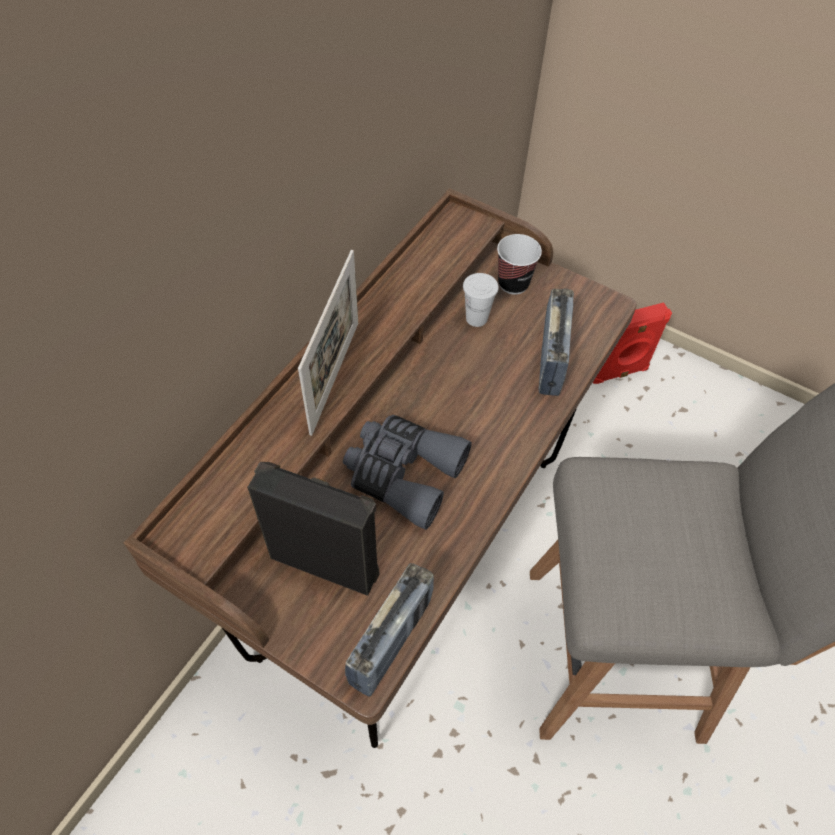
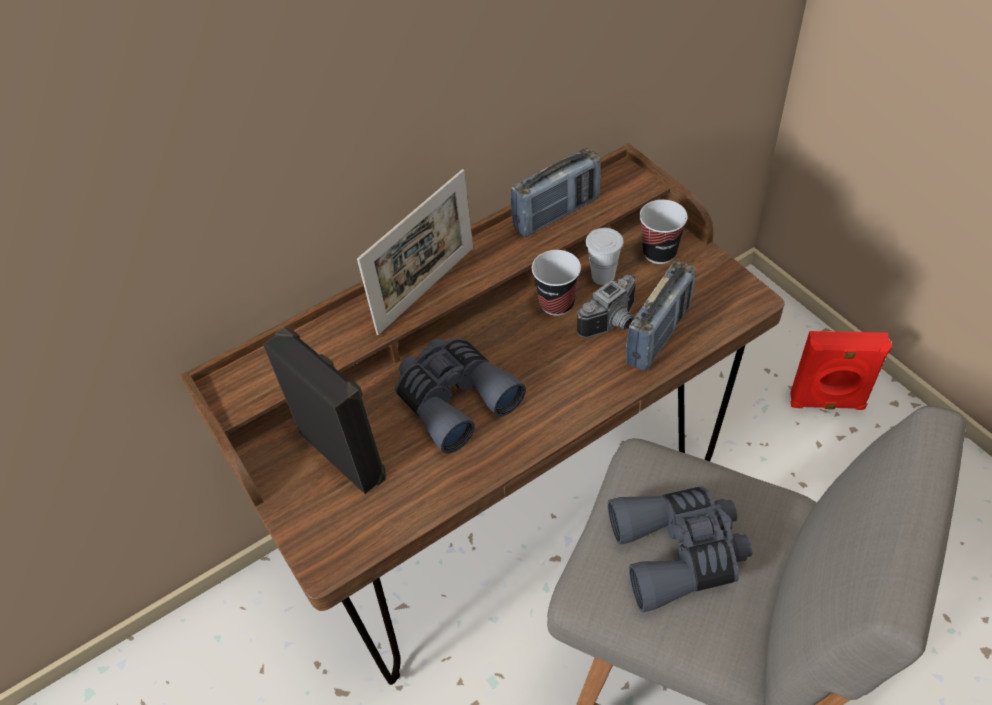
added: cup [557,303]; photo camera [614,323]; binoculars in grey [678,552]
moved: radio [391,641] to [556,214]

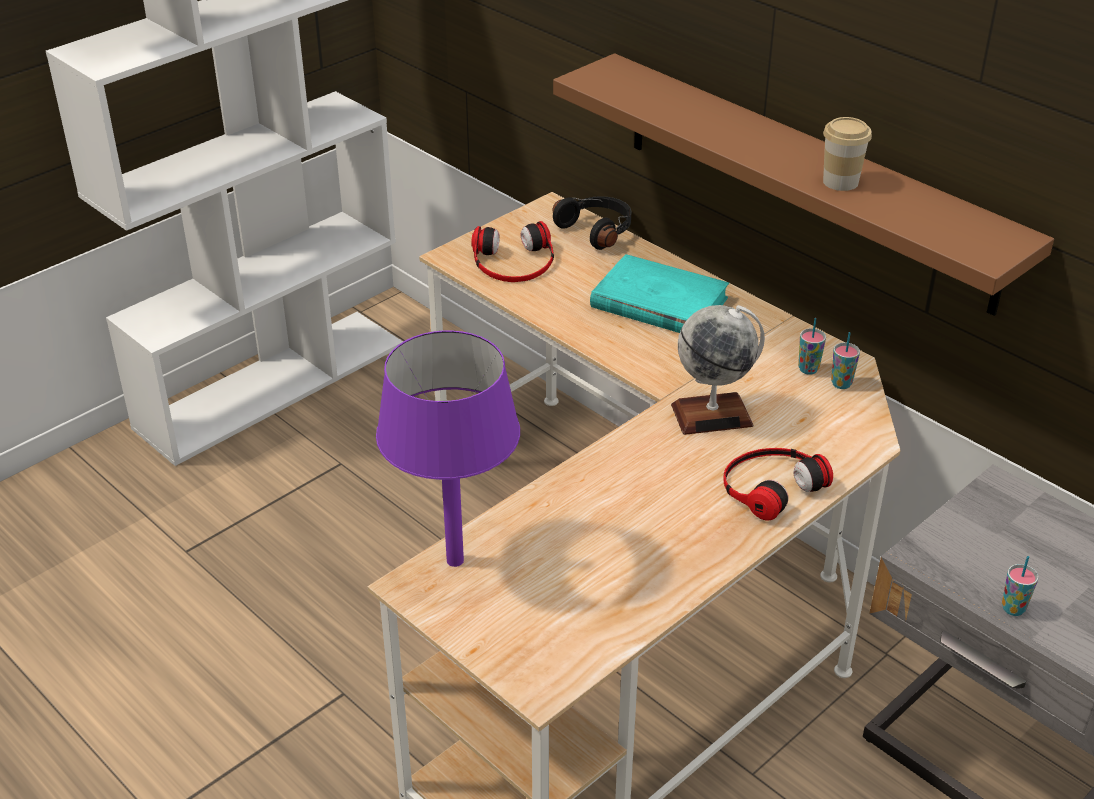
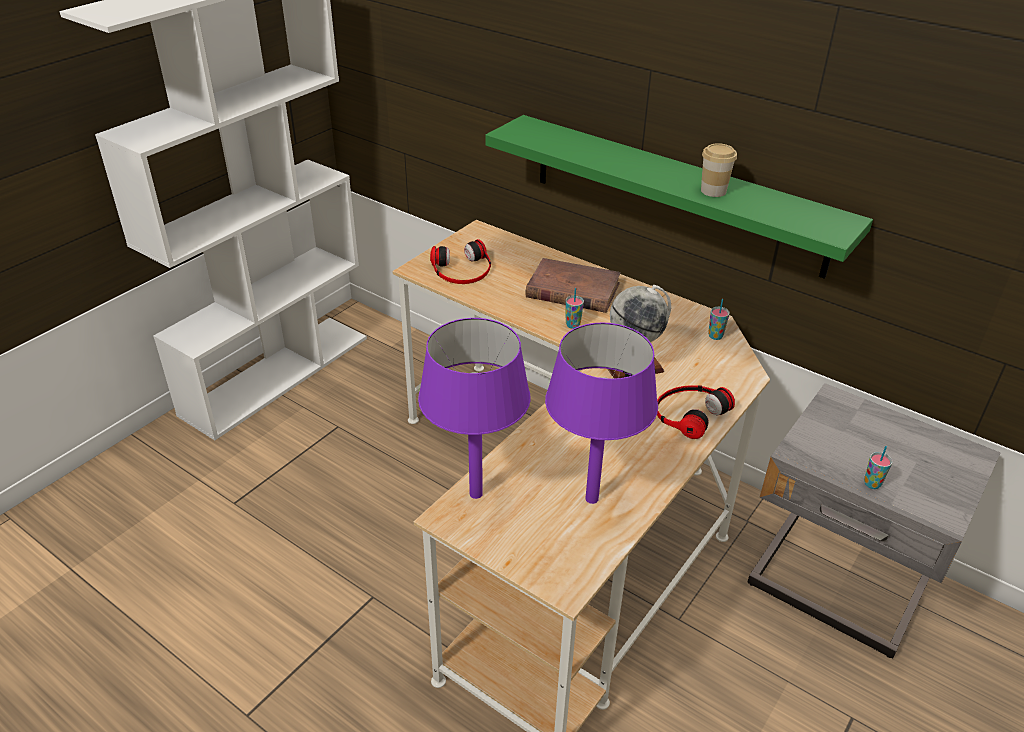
removed: headphones in black [597,230]
added: table lamp in purple [591,498]
moved: cup [808,369] to [573,325]
recoloured: shelf in brown [805,180] to shelf in green [676,194]; book in turquoise [658,303] to book in brown [572,290]

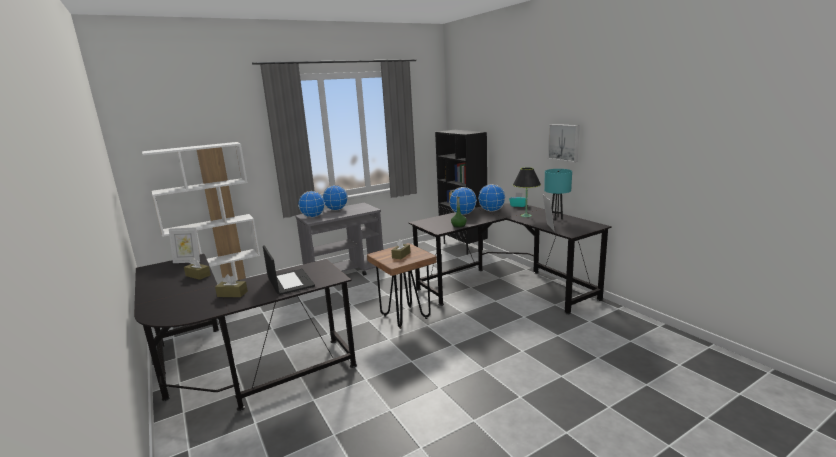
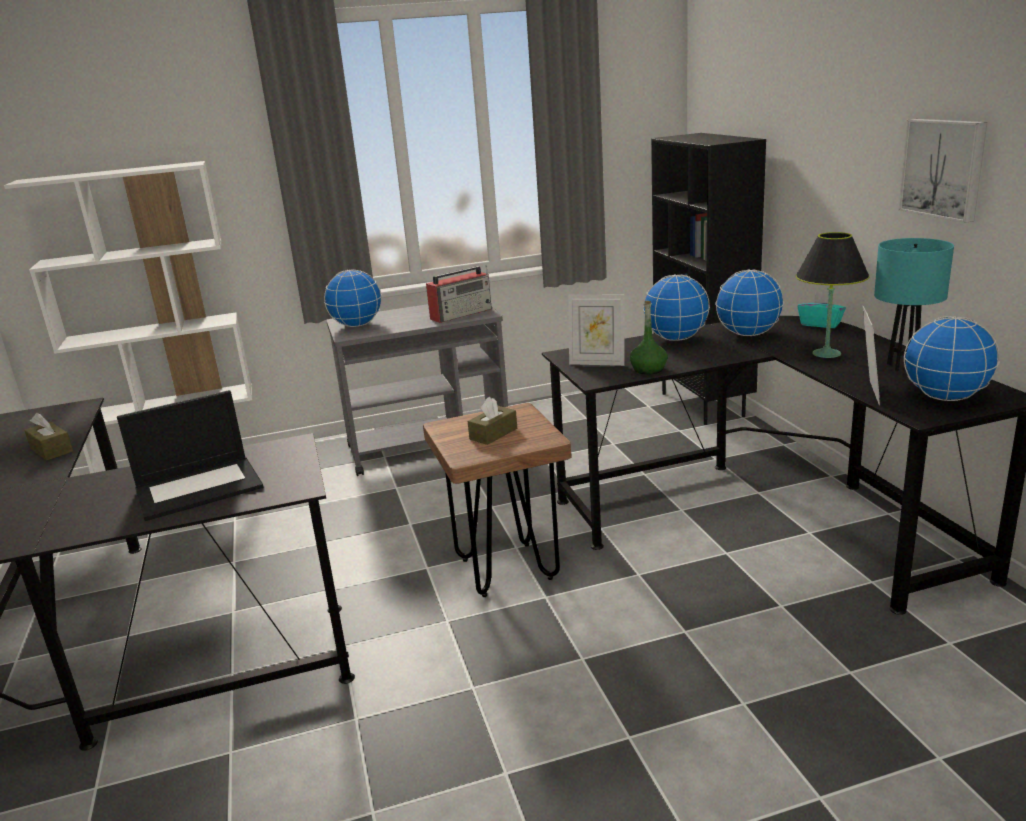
removed: tissue box in brown [232,294]
added: radio [462,314]
moved: picture frame [188,261] to [597,363]; globe [336,210] to [945,398]
turned: laptop [290,282] = [200,487] 75 degrees clockwise

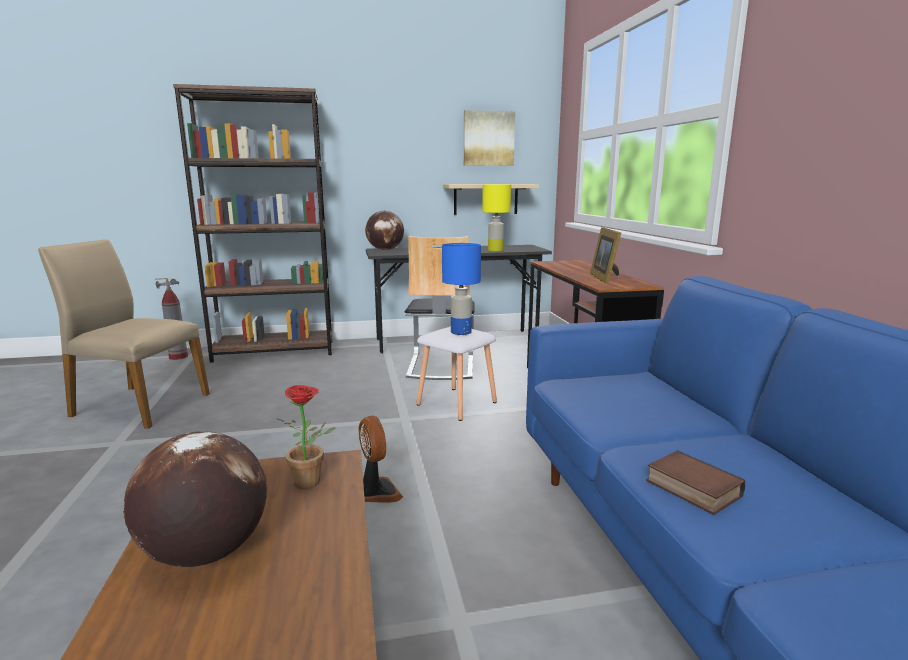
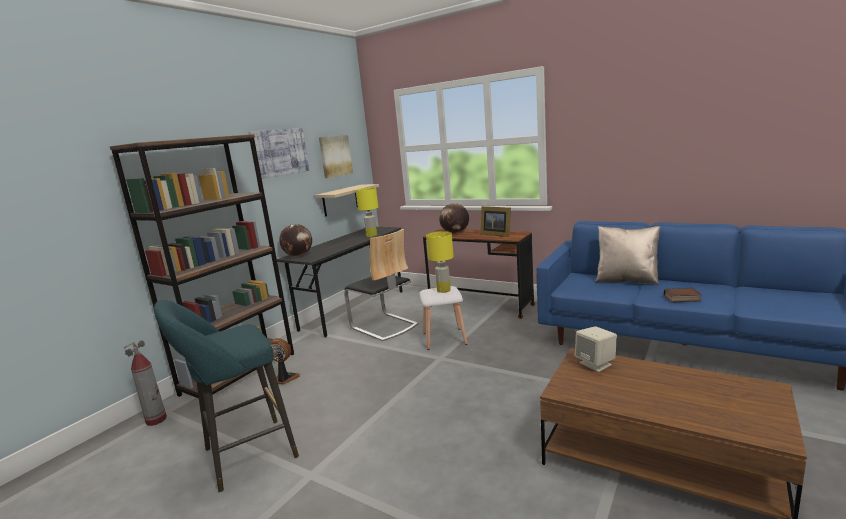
added: picture [279,152]; pillow in beige [626,280]
moved: globe [206,552] to [455,233]; fan [377,493] to [285,379]
replaced: chair in beige [139,405] to stool in turquoise [244,455]; potted plant [312,482] to speaker in beige [596,364]
recoloured: table lamp in blue [460,332] to table lamp in yellow [443,290]

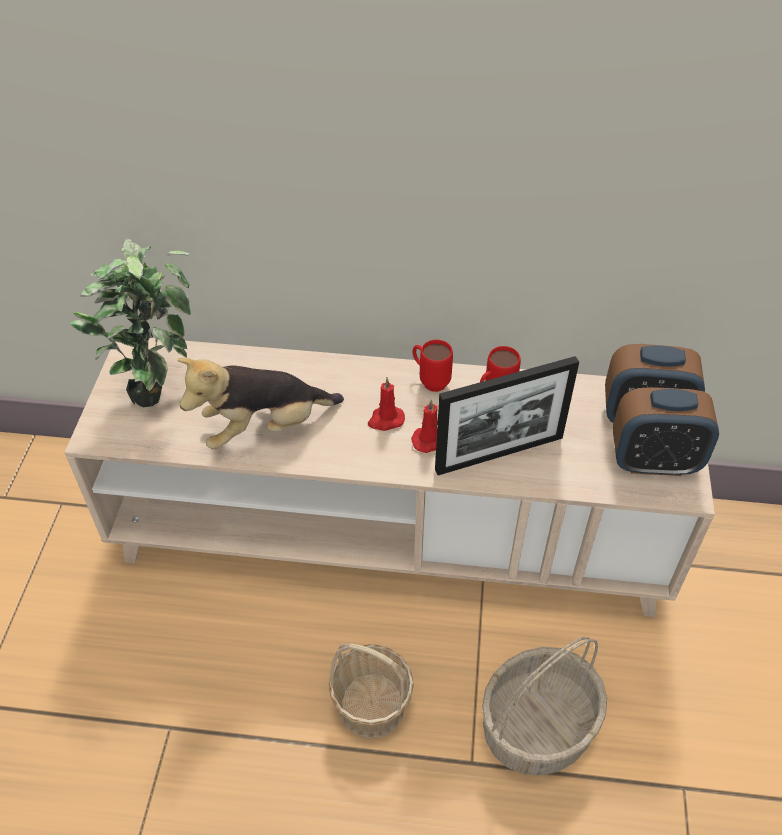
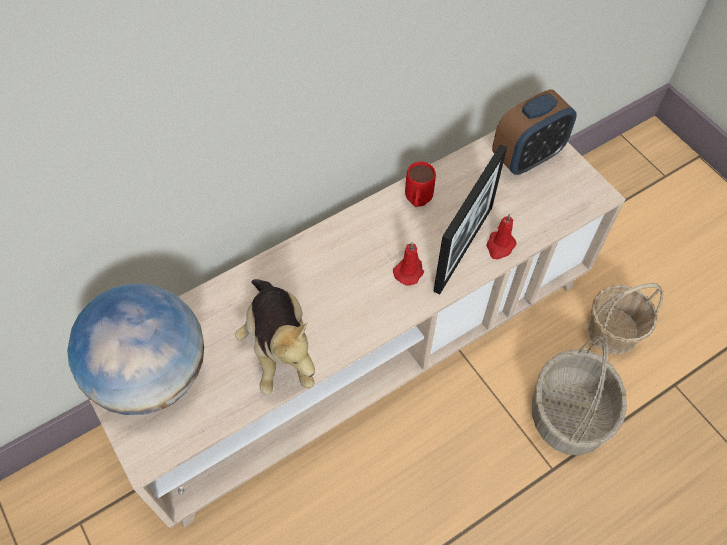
removed: mug in red [429,380]; alarm clock [654,461]
moved: basket [371,705] to [612,331]; candle in red [385,420] to [500,246]
replaced: potted plant [157,385] to globe [153,374]
turned: plush toy [264,428] = [279,348] 45 degrees counterclockwise

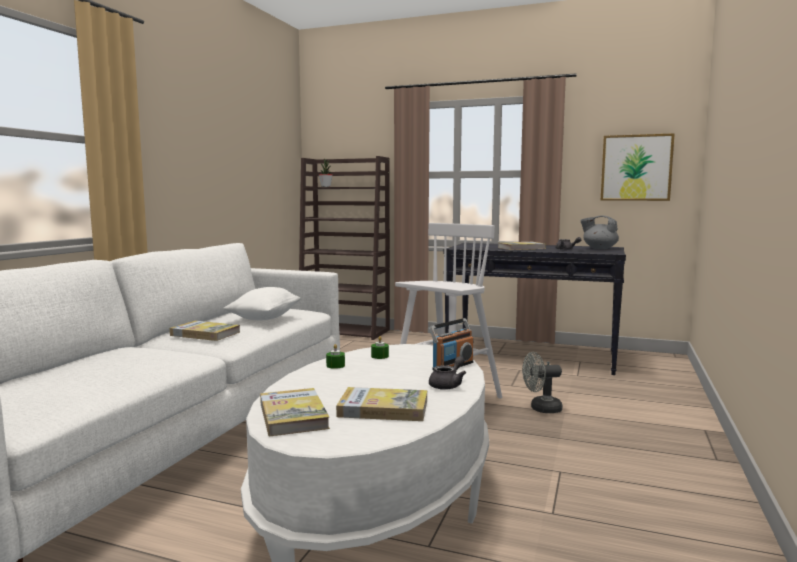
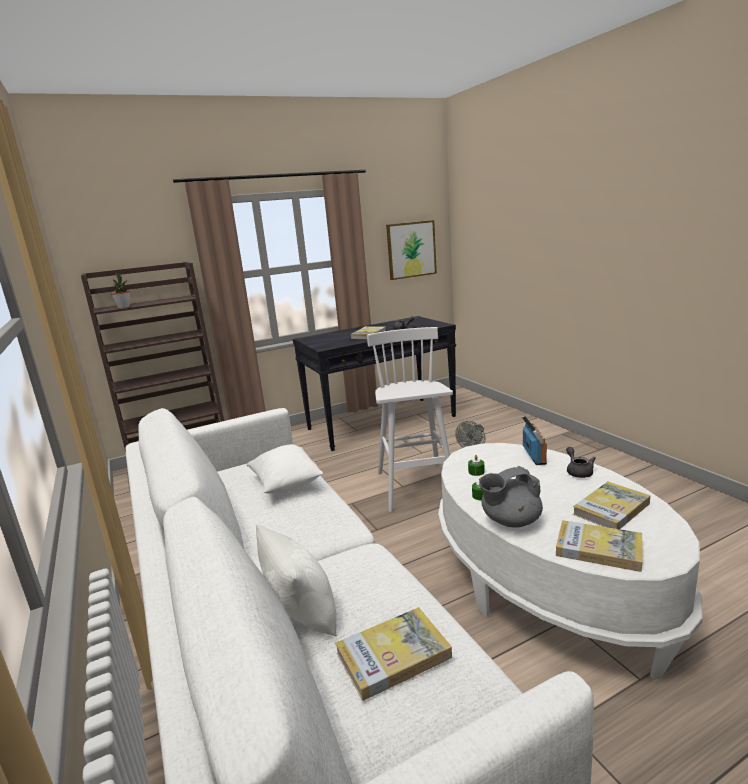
added: pillow in white [302,612]
moved: book [205,334] to [393,655]; teapot in grey [599,248] to [510,521]

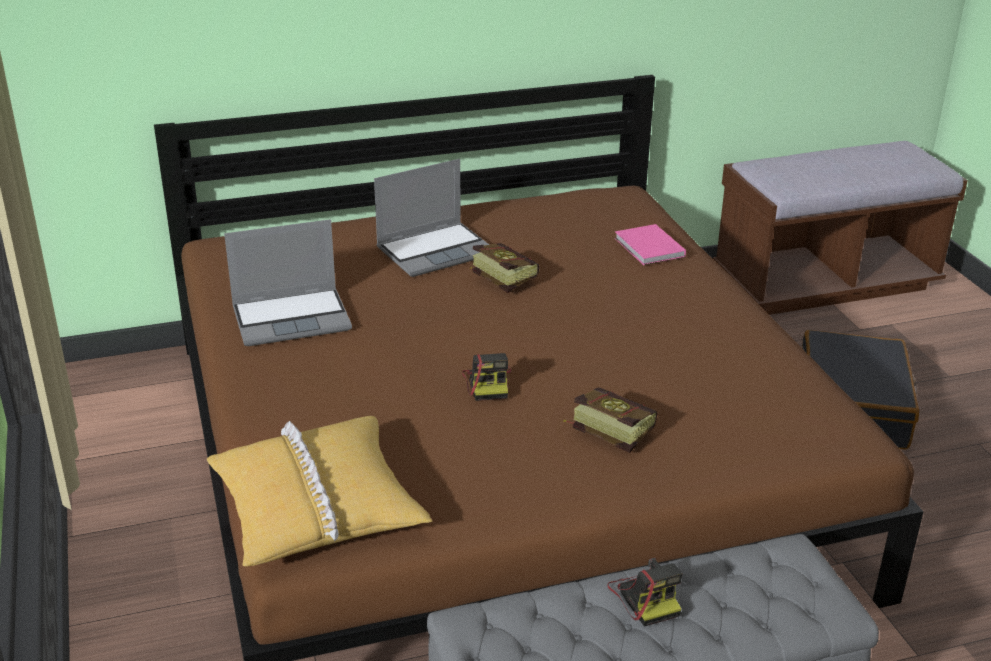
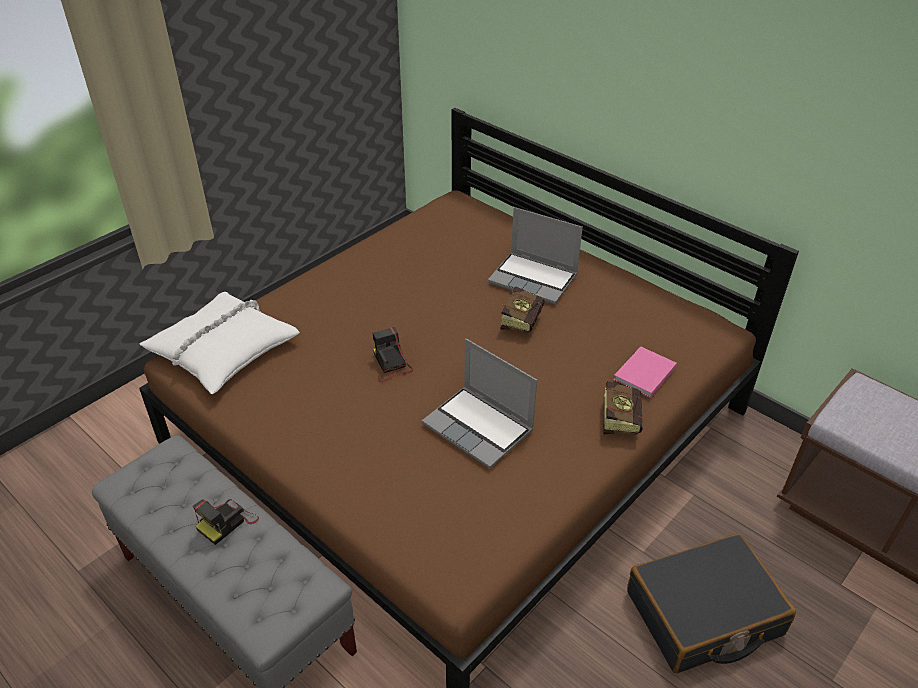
moved: laptop [293,318] to [479,428]; book [605,431] to [620,417]
recoloured: pillow in yellow [317,506] to pillow in white [222,350]
turned: photo camera [488,383] = [391,365] 105 degrees clockwise

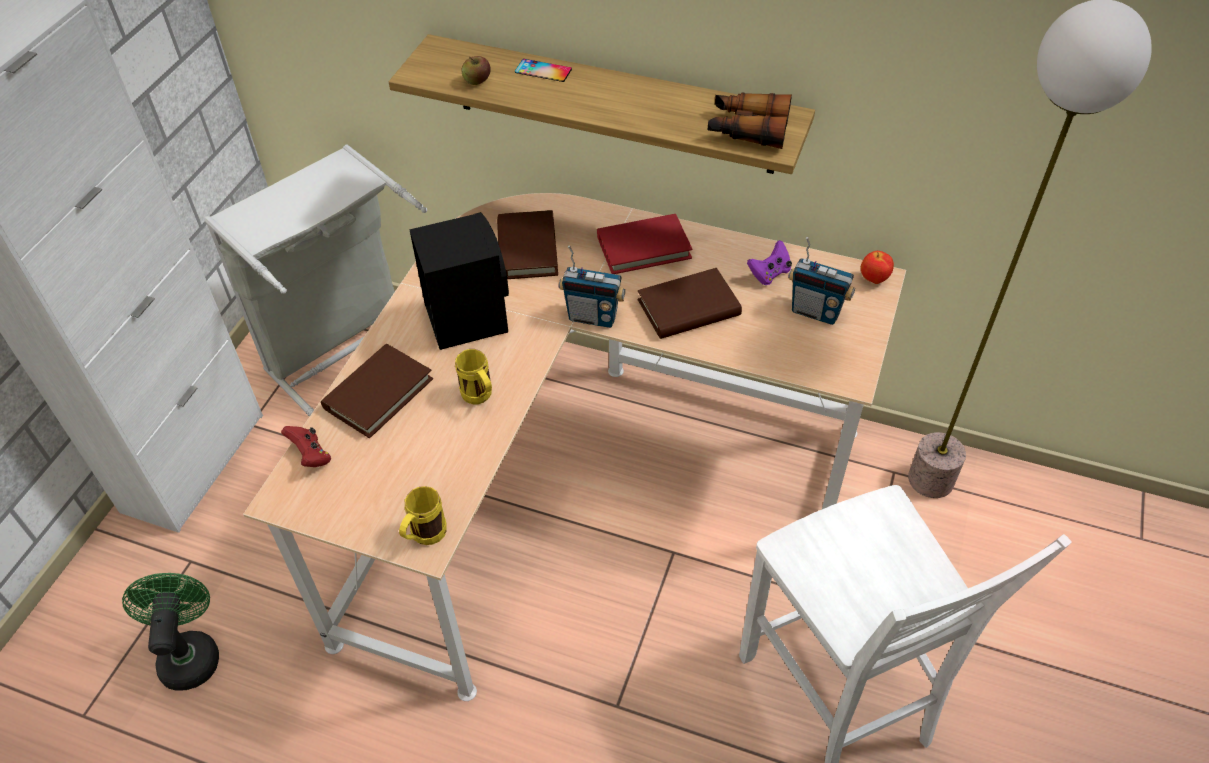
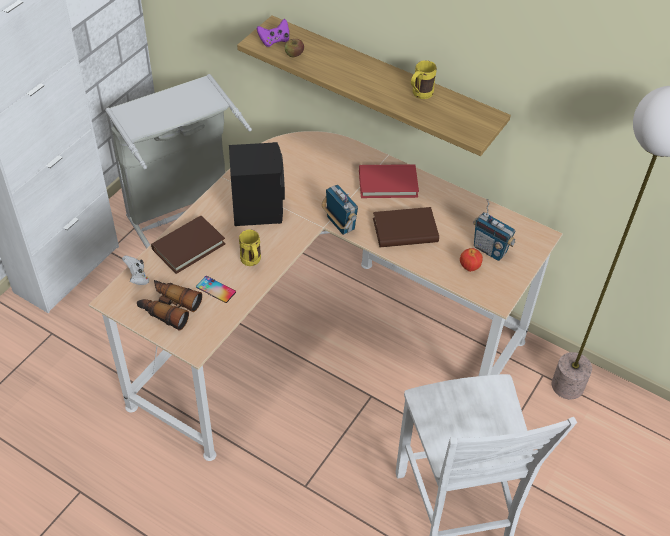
removed: fan in green [189,653]; book in brown [527,249]
moved: mug in yellow [424,538] to [419,95]; phone [543,71] to [216,289]; binoculars [747,129] to [169,308]; game controller in purple [769,274] to [274,41]; apple [873,279] to [469,267]
recoloured: game controller in red [311,456] to game controller in white [137,277]
turned: radio [593,317] = [340,224] 150 degrees counterclockwise

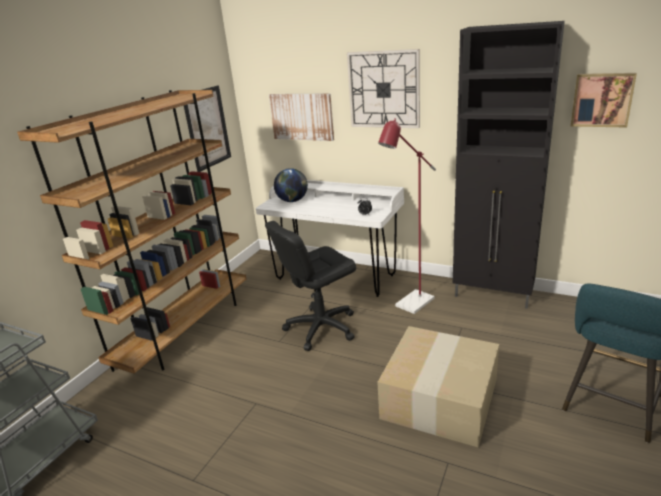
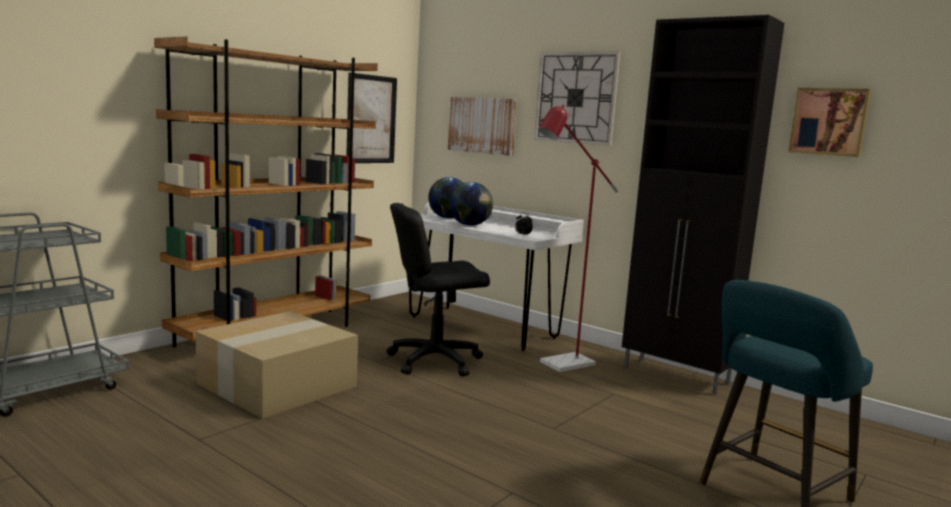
added: globe [470,225]
moved: cardboard box [438,397] to [278,384]

